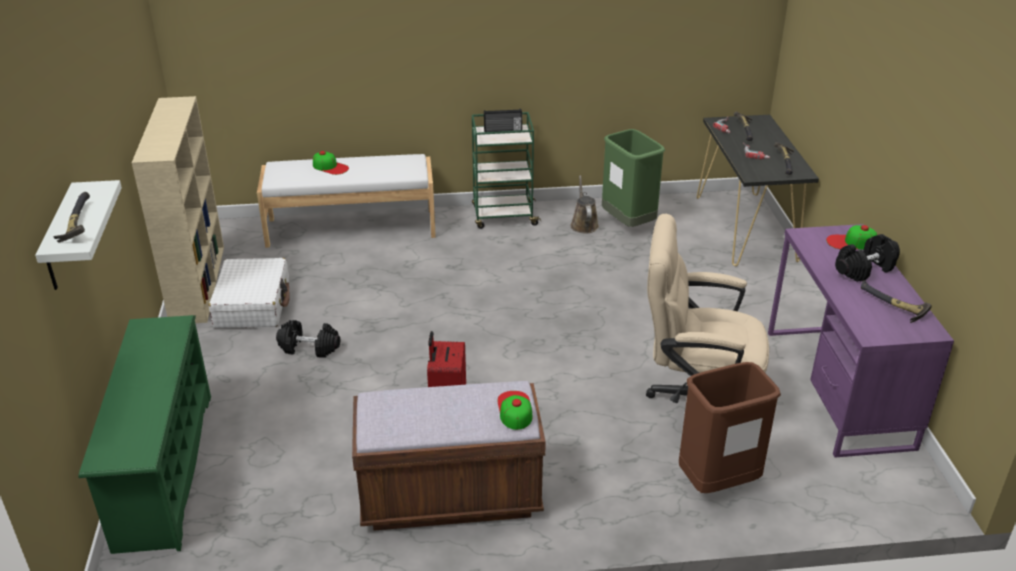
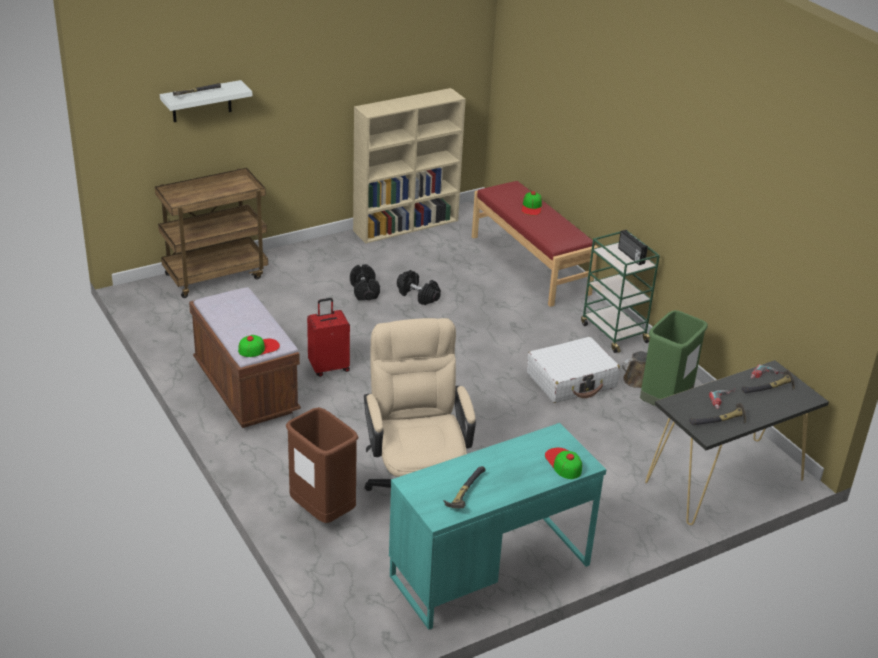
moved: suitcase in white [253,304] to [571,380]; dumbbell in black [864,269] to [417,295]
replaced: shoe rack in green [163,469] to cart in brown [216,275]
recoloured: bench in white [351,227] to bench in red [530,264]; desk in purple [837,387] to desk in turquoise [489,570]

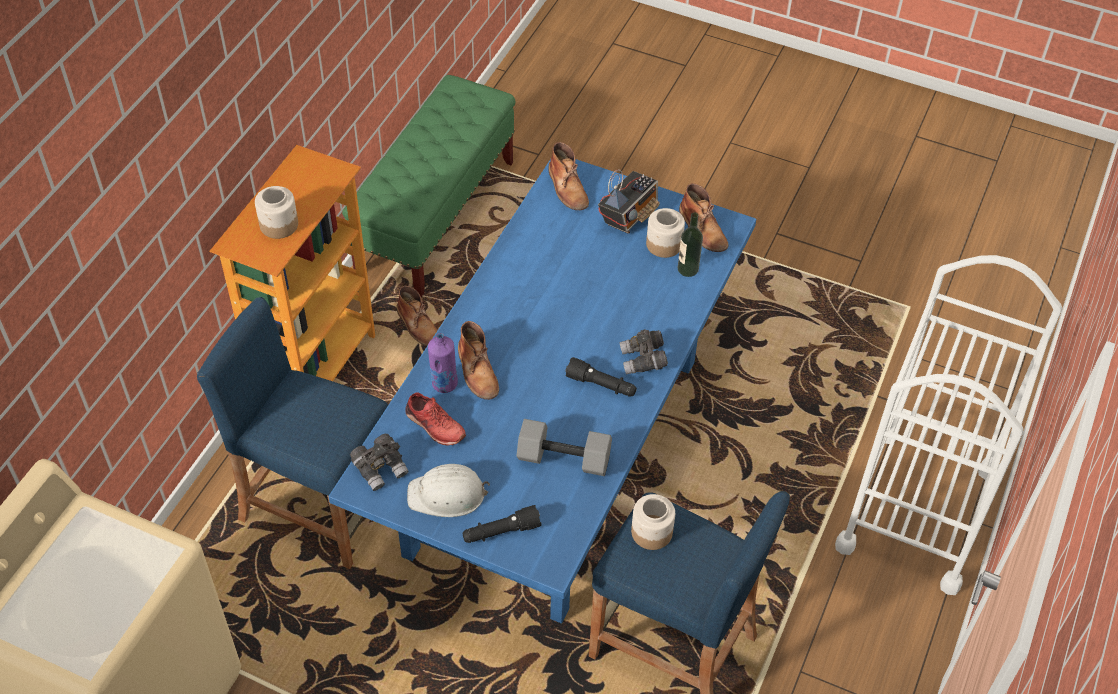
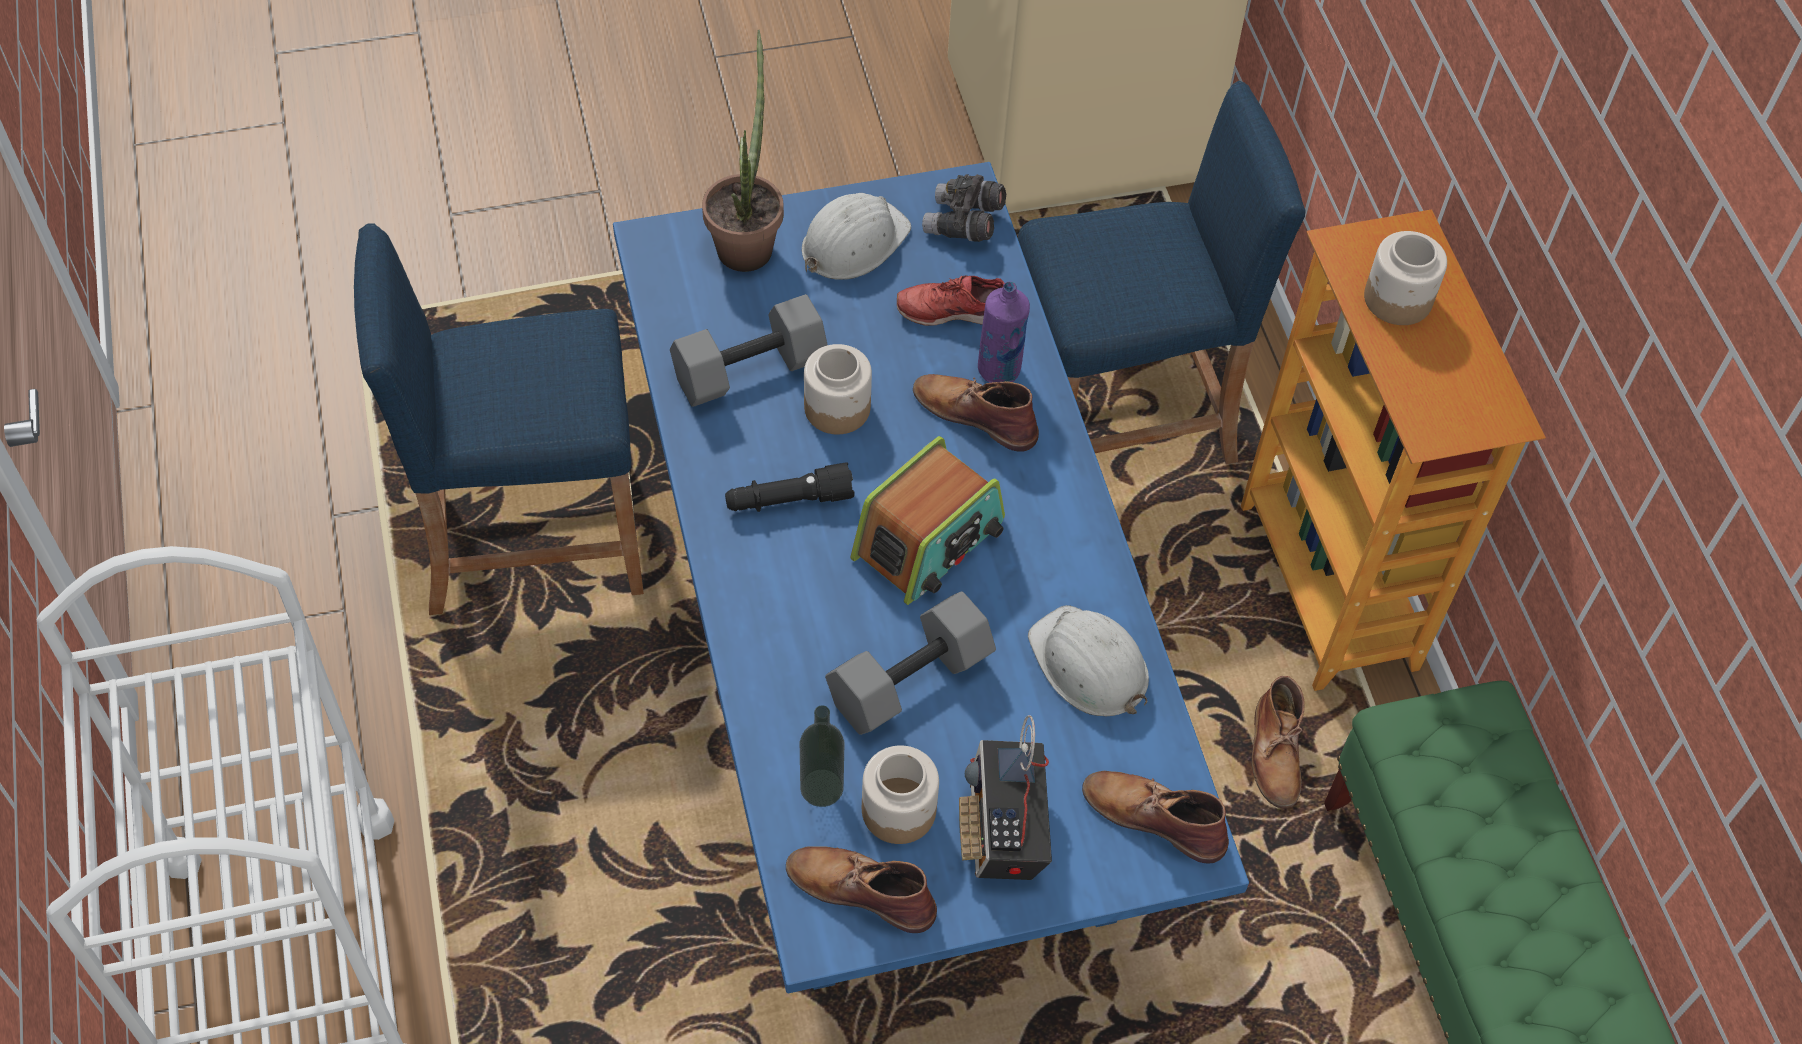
removed: binoculars in grey [643,360]
added: dumbbell in grey [909,677]; radio [929,540]; hard hat in white [1089,665]
moved: jar [651,532] to [837,407]
replaced: flashlight in black [501,532] to potted plant [747,240]
turned: boot in brown [418,326] = [1275,753] 105 degrees counterclockwise

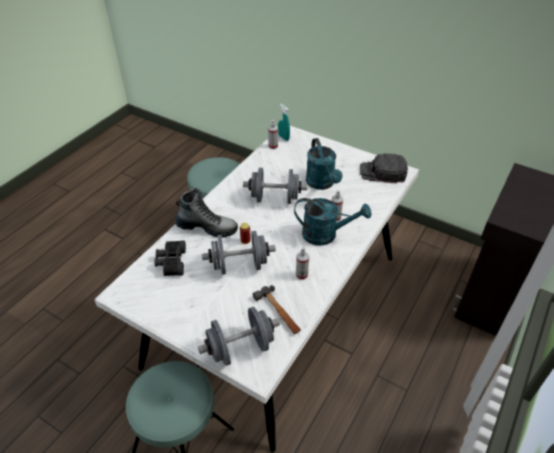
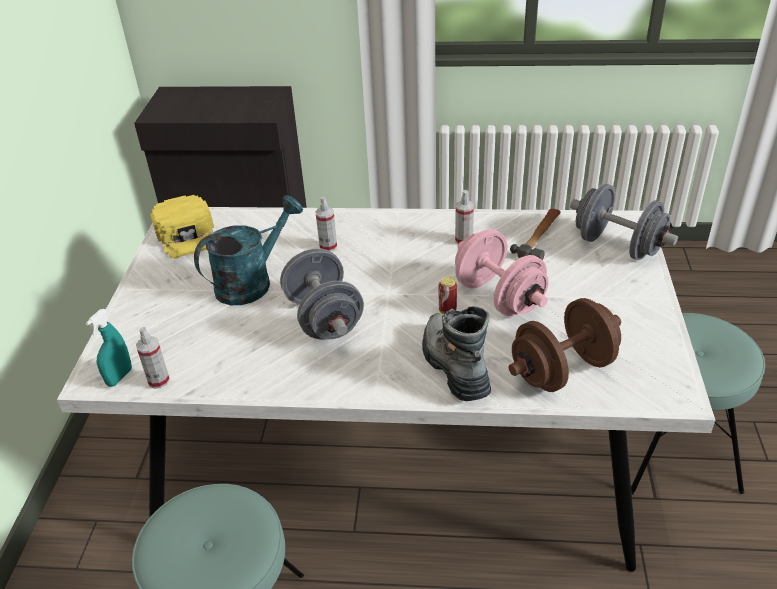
removed: watering can in turquoise [326,234]
replaced: binoculars in black [171,262] to dumbbell in brown [562,370]
recoloured: dumbbell in grey [239,265] to dumbbell in pink [499,297]; cap in black [383,172] to cap in yellow [186,233]

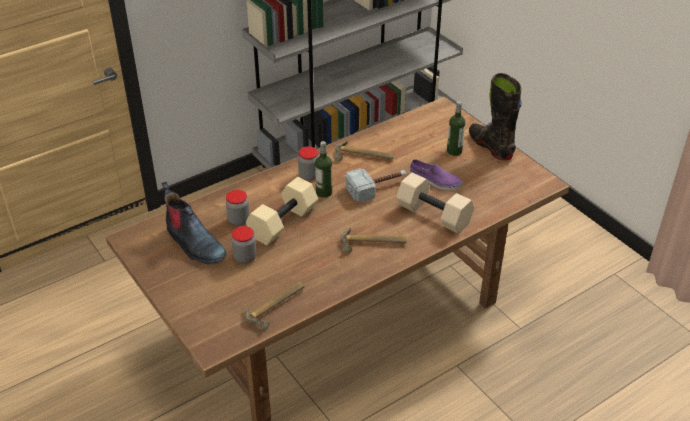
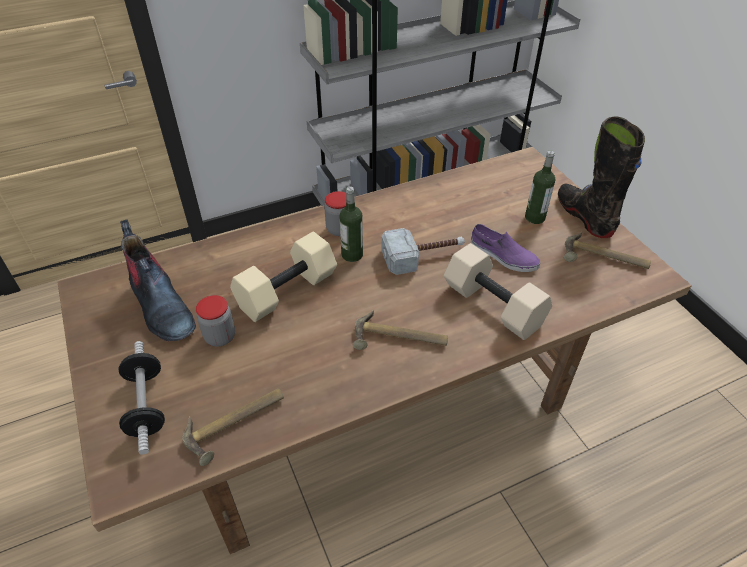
removed: jar [238,220]
added: dumbbell [146,405]
moved: hammer [363,157] to [604,259]

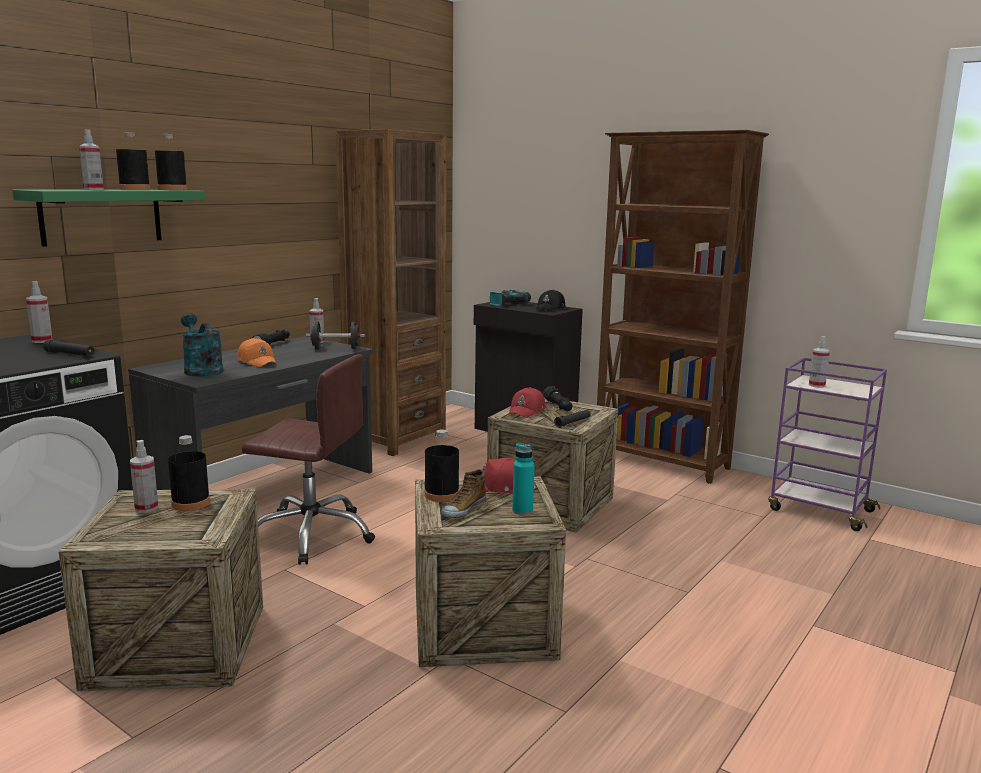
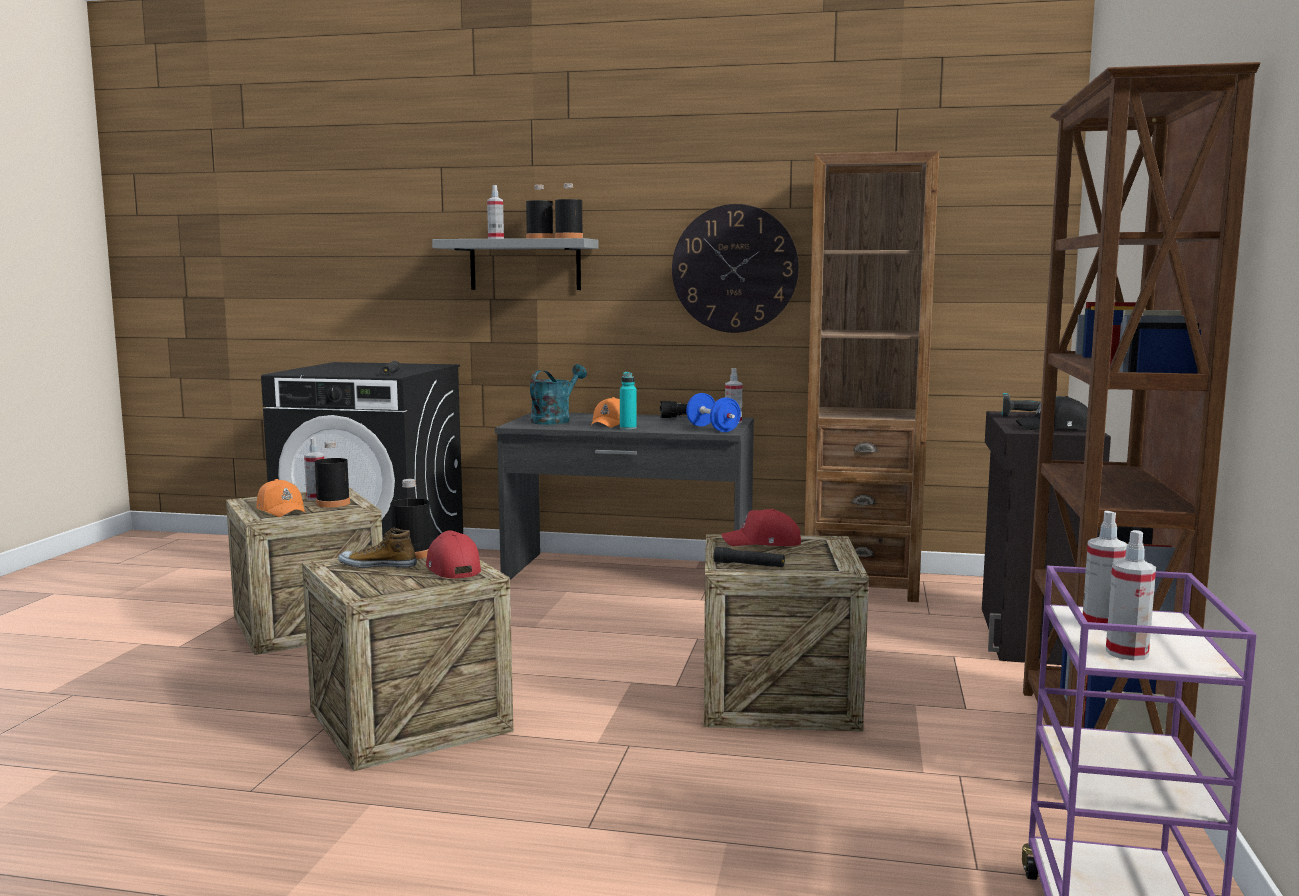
removed: office chair in brown [312,534]; flashlight in black [559,407]
added: cap in orange [282,510]; wall clock [734,268]
moved: spray bottle [42,341] to [1126,653]; bottle in turquoise [522,511] to [628,428]
recoloured: shelf in green [101,216] to shelf in grey [525,265]; dumbbell in black [335,348] to dumbbell in blue [713,429]

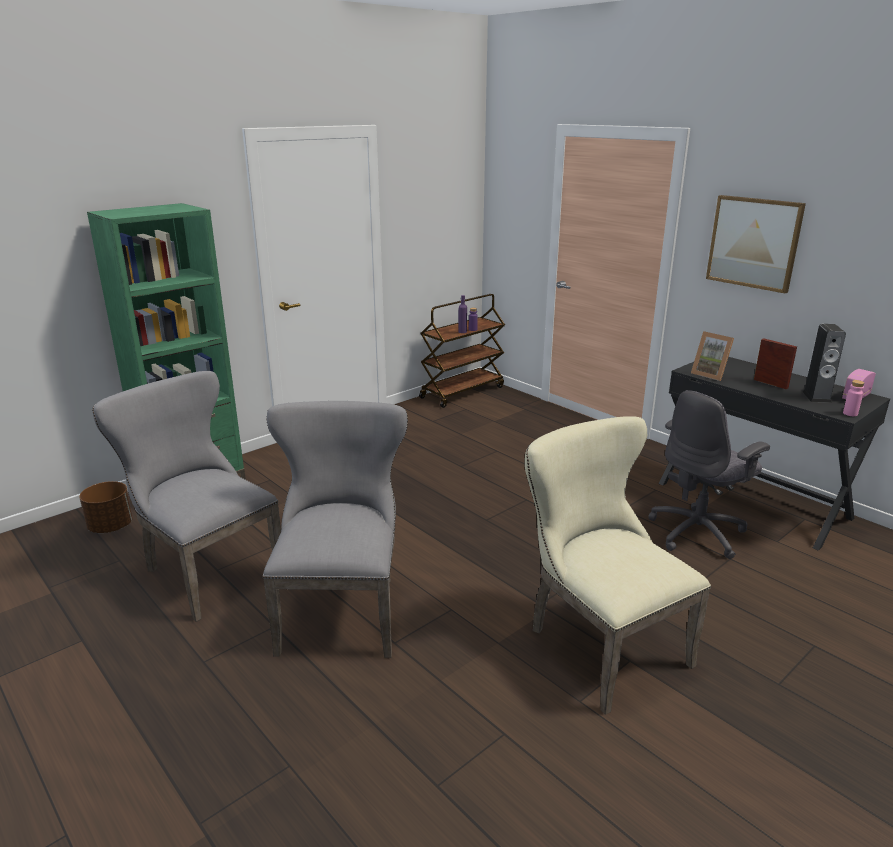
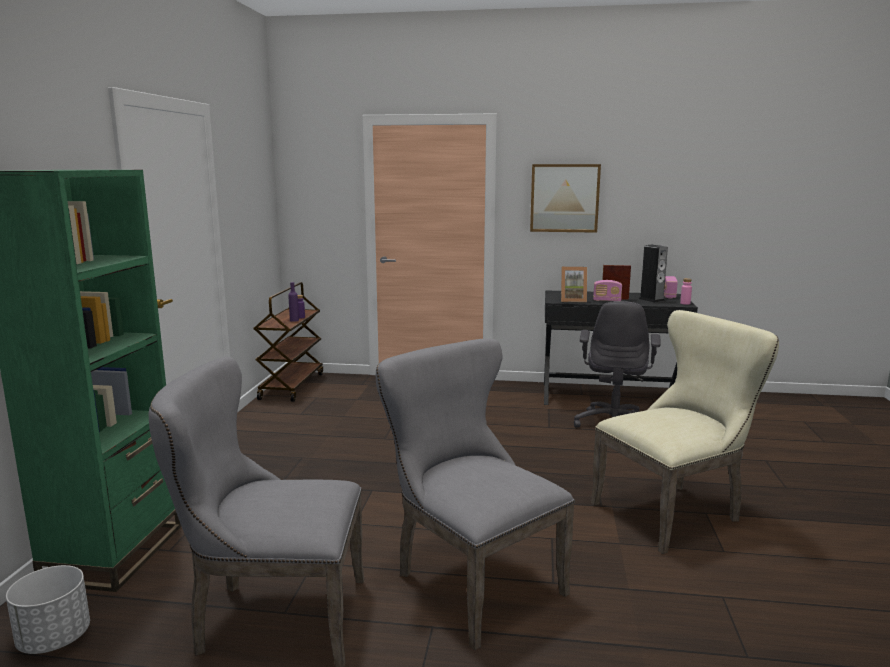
added: radio [607,300]
recoloured: planter in brown [111,527] to planter in white [54,639]
turned: chair in beige [598,643] = [674,512] 135 degrees clockwise

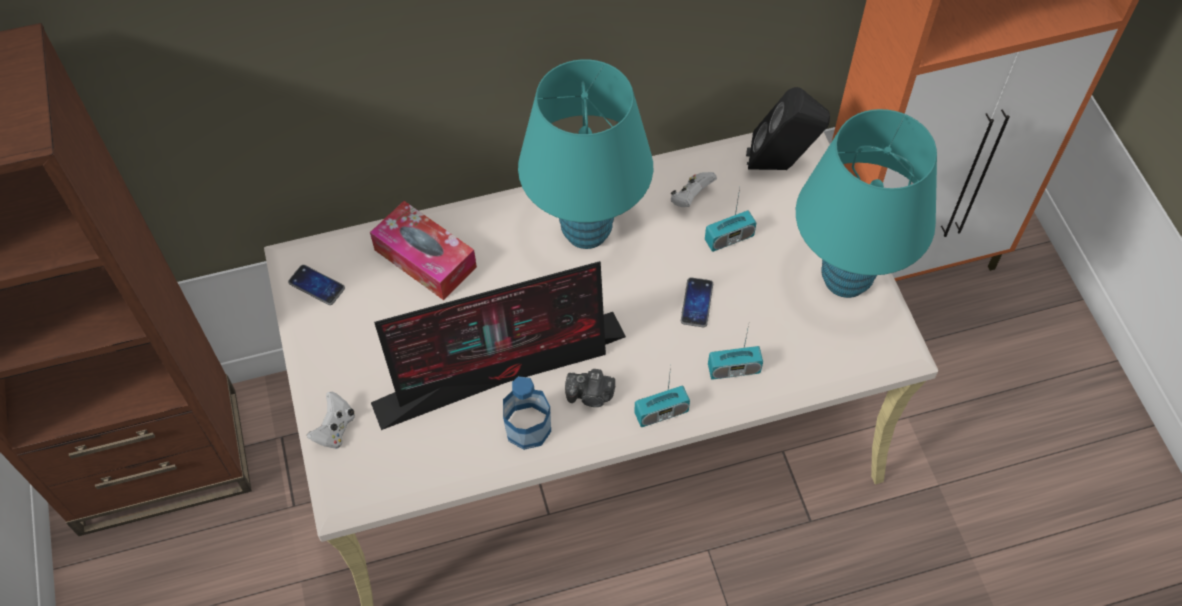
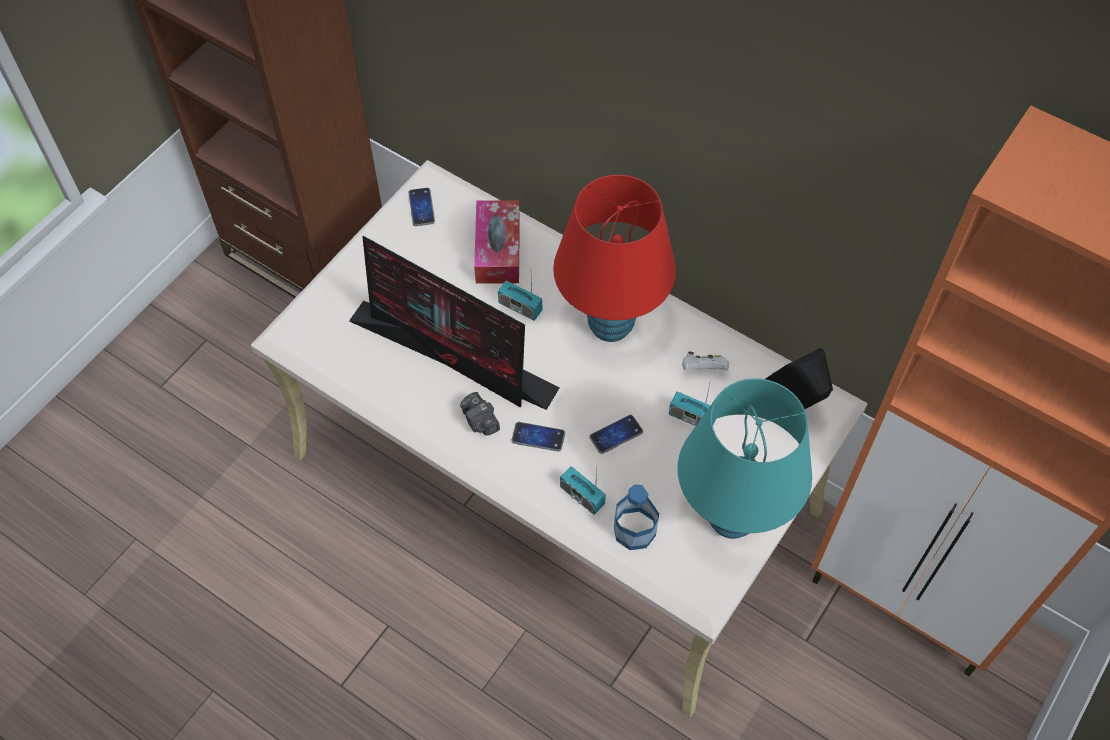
removed: game controller in white [335,429]
added: phone [538,437]
moved: bottle [527,428] to [634,530]; radio [661,413] to [520,307]
recoloured: table lamp in turquoise [586,230] to table lamp in red [610,325]

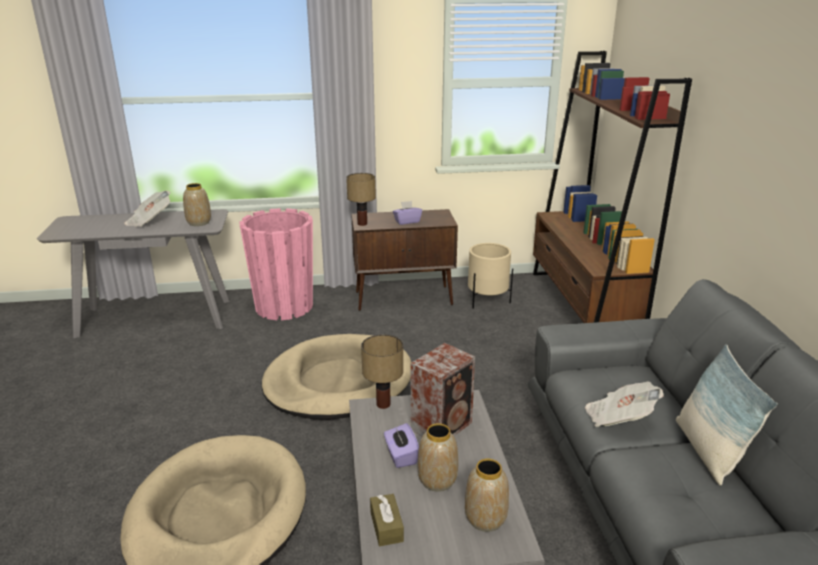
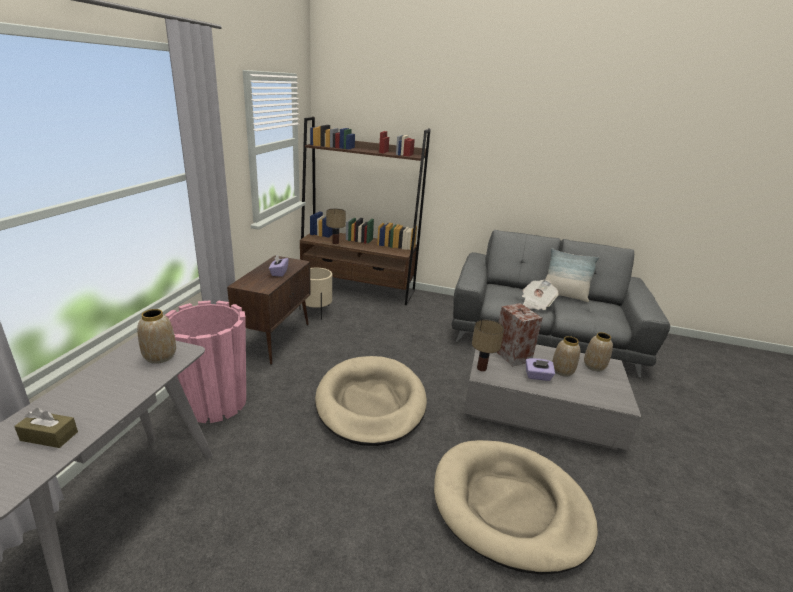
removed: newspaper [149,221]
moved: table lamp [361,224] to [335,243]; tissue box in brown [386,526] to [49,436]

